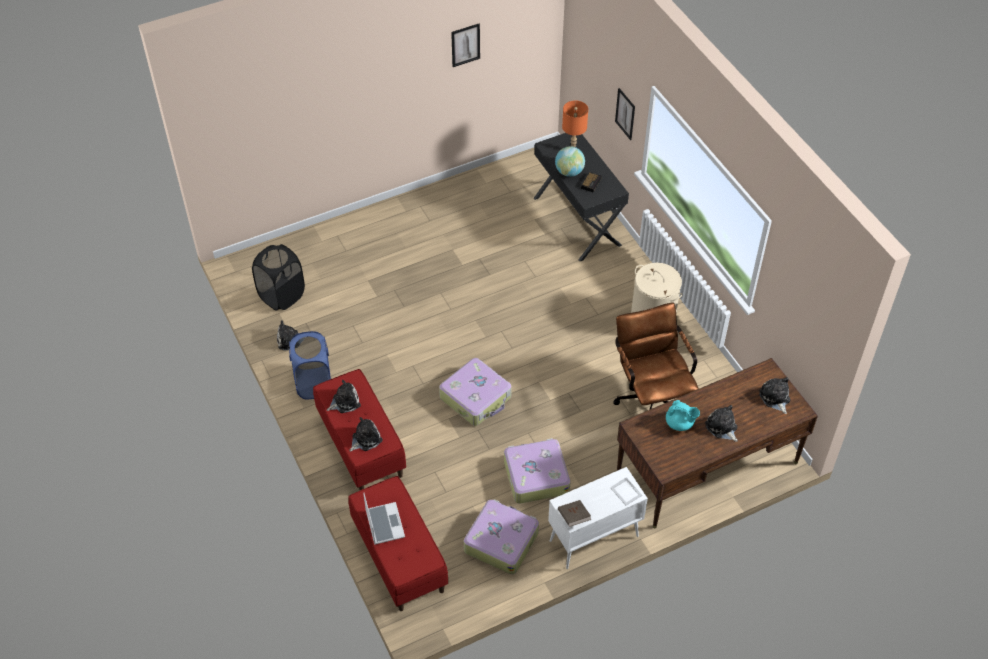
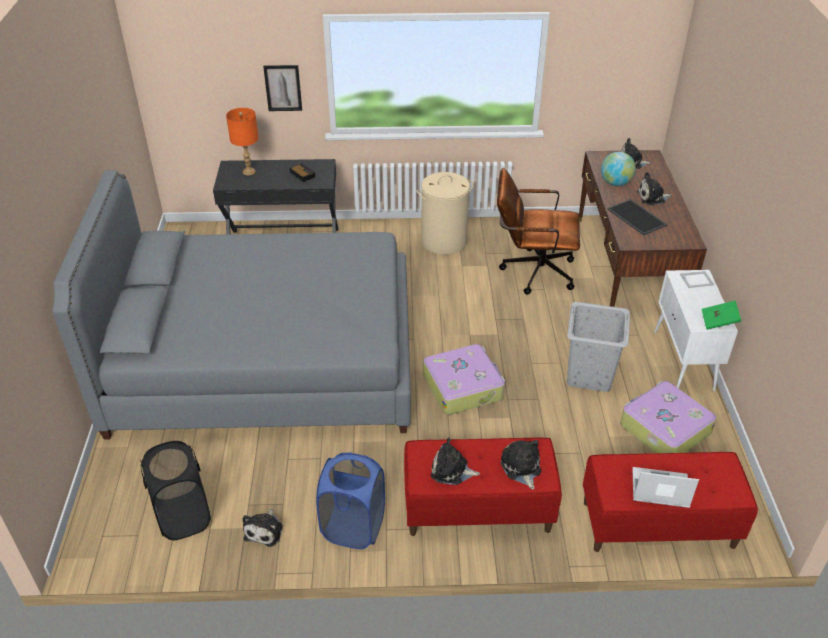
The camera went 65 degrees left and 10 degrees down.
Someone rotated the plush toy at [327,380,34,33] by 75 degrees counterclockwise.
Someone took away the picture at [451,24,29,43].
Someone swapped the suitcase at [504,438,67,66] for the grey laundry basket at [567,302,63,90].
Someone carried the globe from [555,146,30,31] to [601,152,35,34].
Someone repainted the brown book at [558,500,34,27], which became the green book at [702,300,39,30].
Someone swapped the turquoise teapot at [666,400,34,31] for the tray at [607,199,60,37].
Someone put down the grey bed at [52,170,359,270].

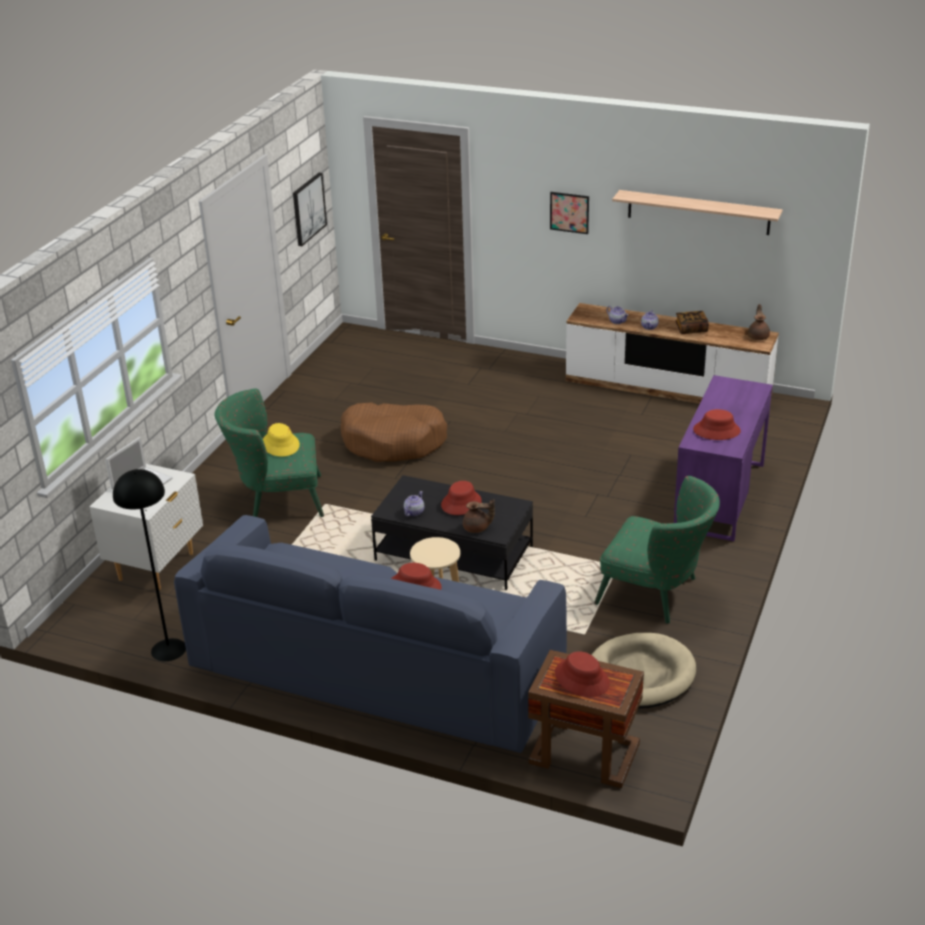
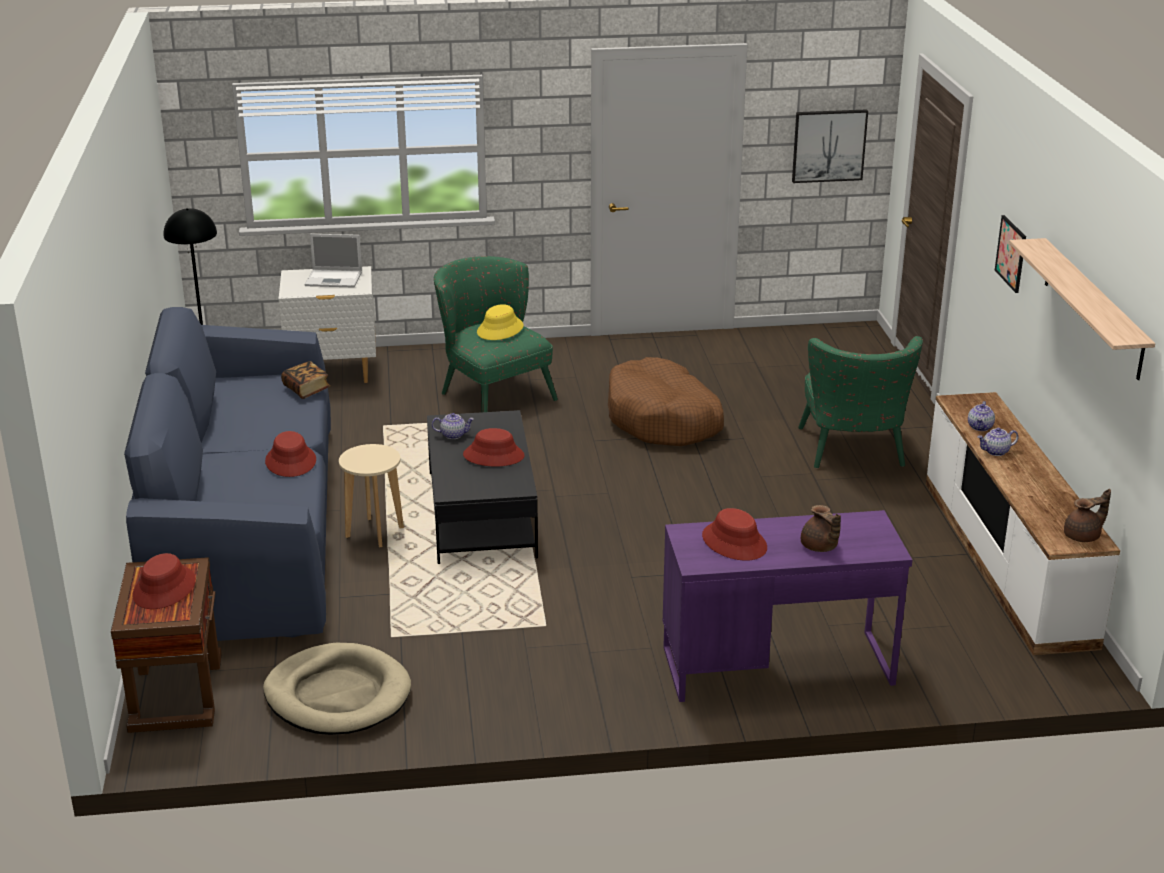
The camera went 60 degrees right and 5 degrees down.
Someone carried the brown teapot from [463,499,32,34] to [801,505,40,47].
Someone carried the green armchair from [594,475,126,149] to [798,336,125,132].
Someone carried the book from [676,311,33,23] to [281,361,49,38].

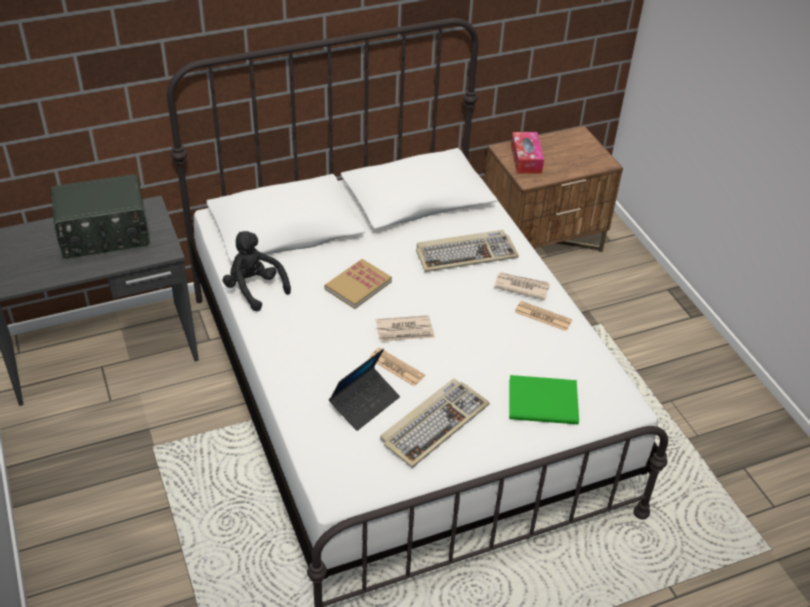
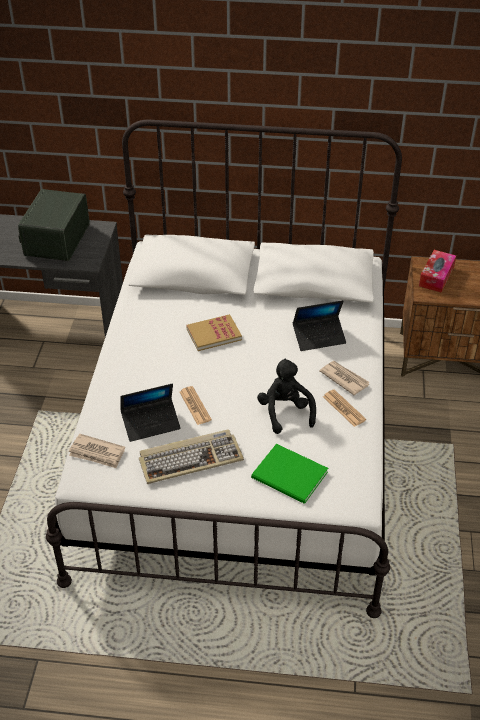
The camera went 30 degrees right and 0 degrees up.
Someone rotated the radio at [51,175,99,85] by 90 degrees clockwise.
Someone carried the black plush toy from [223,231,68,80] to [257,359,59,75].
Someone carried the newspaper from [376,315,59,27] to [69,434,56,34].
Someone swapped the keyboard at [416,230,103,42] for the laptop at [293,300,53,51].

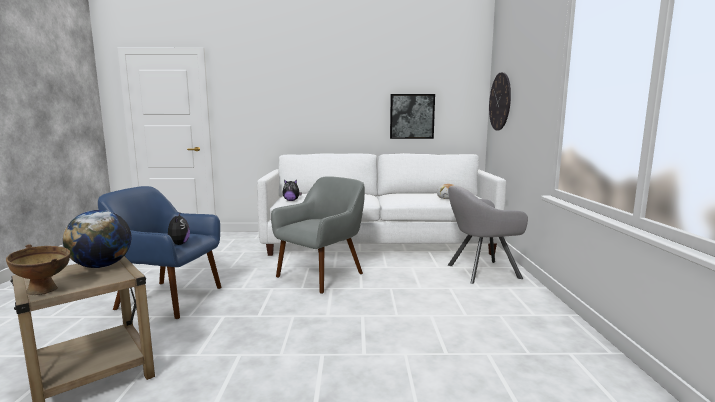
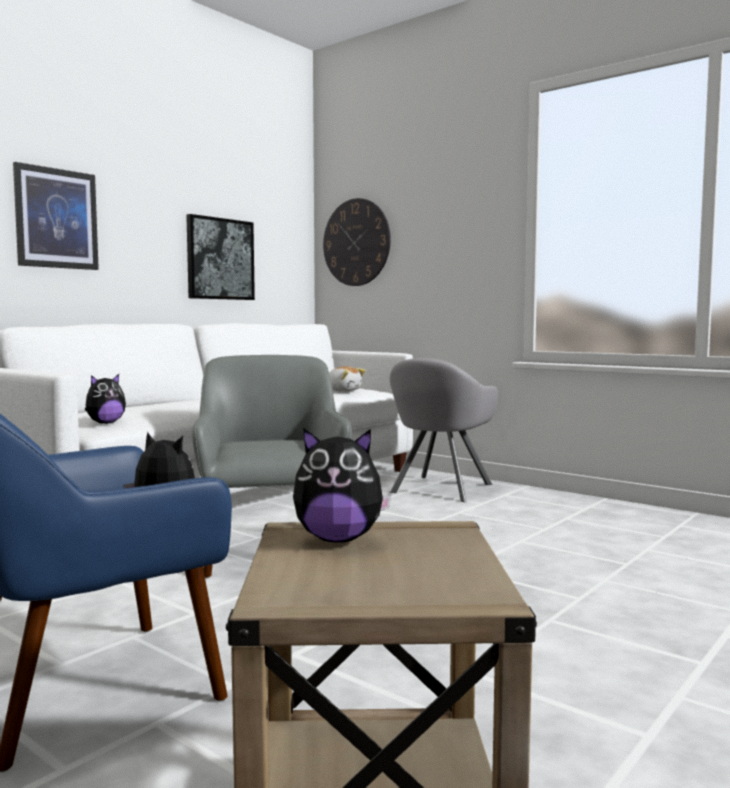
The camera went 50 degrees left and 5 degrees down.
Someone took away the brown bowl at [6,244,64,51].
Someone swapped the globe at [63,210,69,58] for the plush toy at [293,428,98,114].
Someone put up the picture at [13,162,86,108].

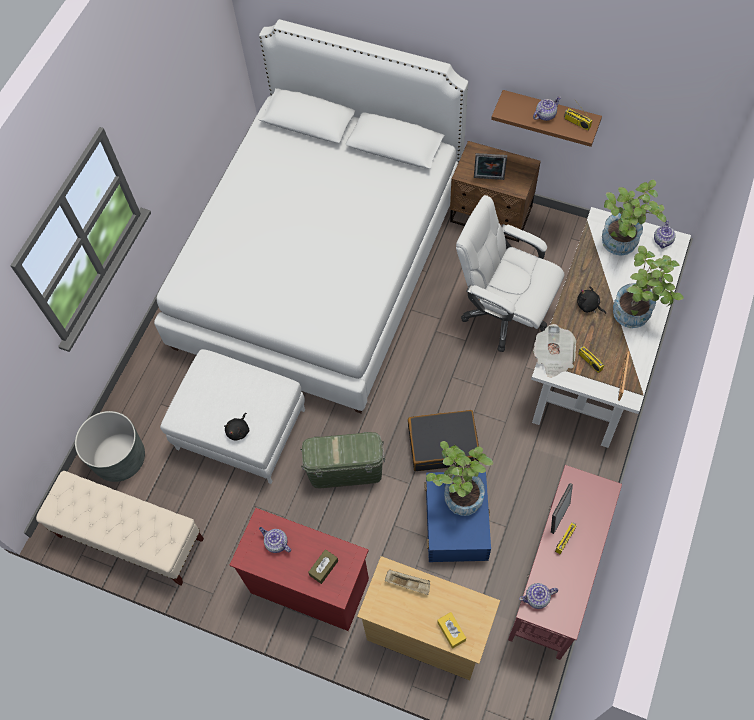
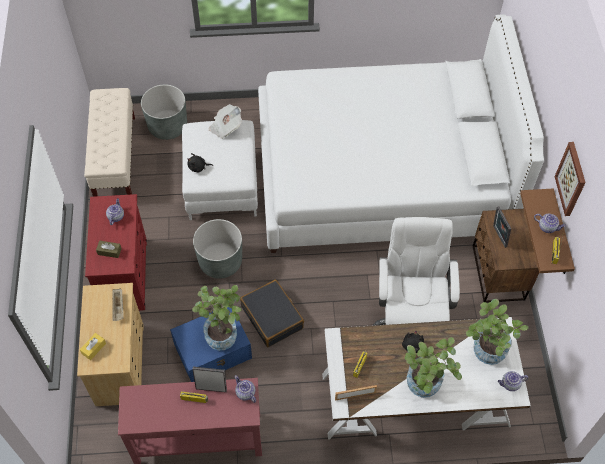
The camera went 60 degrees right and 5 degrees down.
Someone swapped the green storage box at [300,432,85,56] for the grey planter at [193,219,49,60].
Someone carried the teapot from [519,583,39,26] to [235,375,21,28].
Someone carried the newspaper from [533,324,43,54] to [209,104,33,35].
Someone put up the picture at [555,142,31,74].

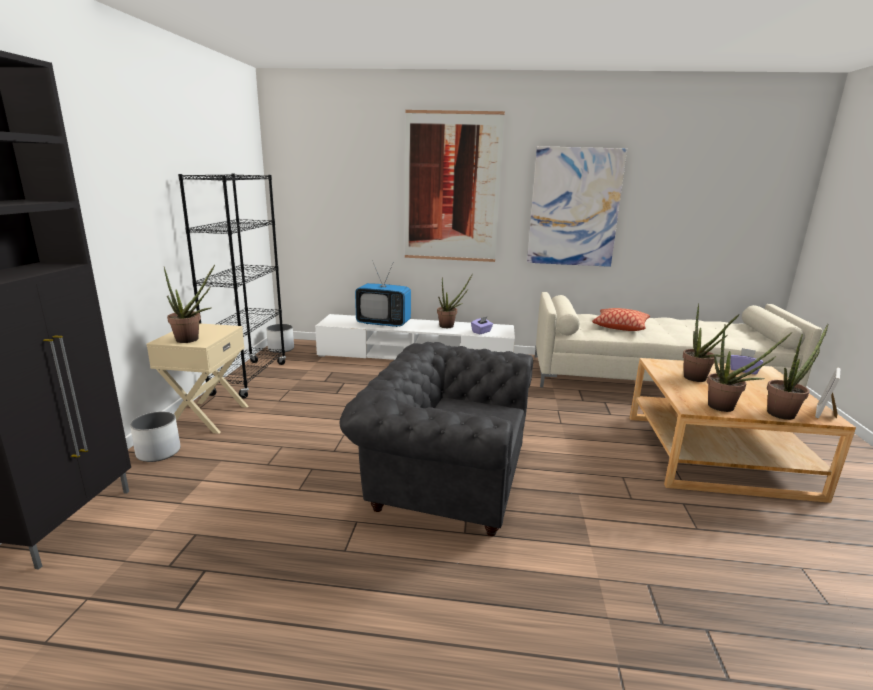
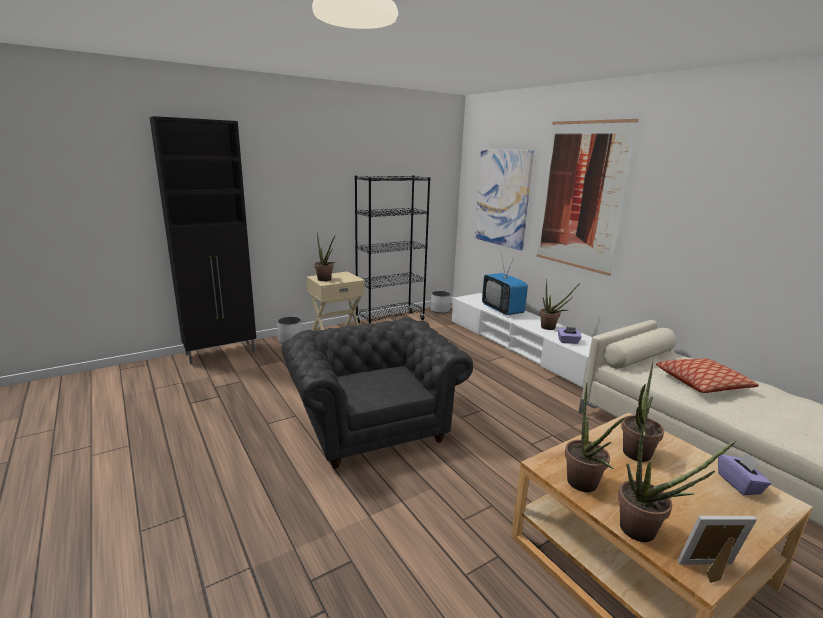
The camera went 50 degrees right and 0 degrees up.
Someone carried the picture from [527,146,100,121] to [474,149,60,101].

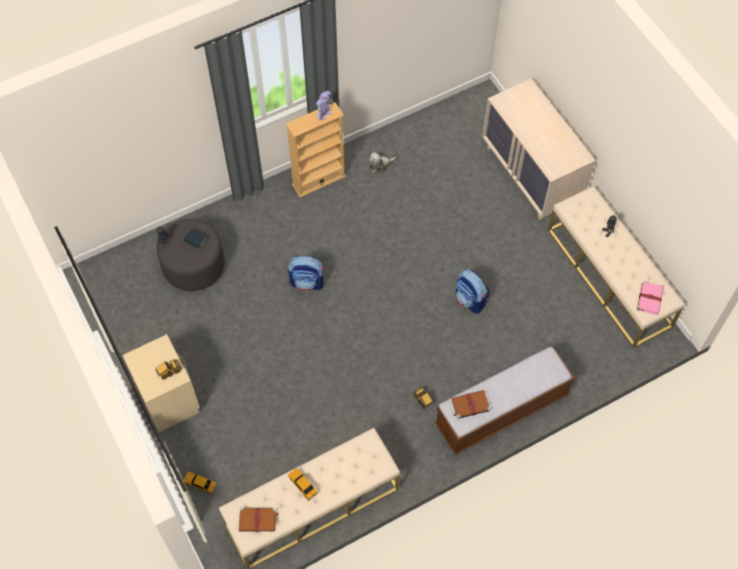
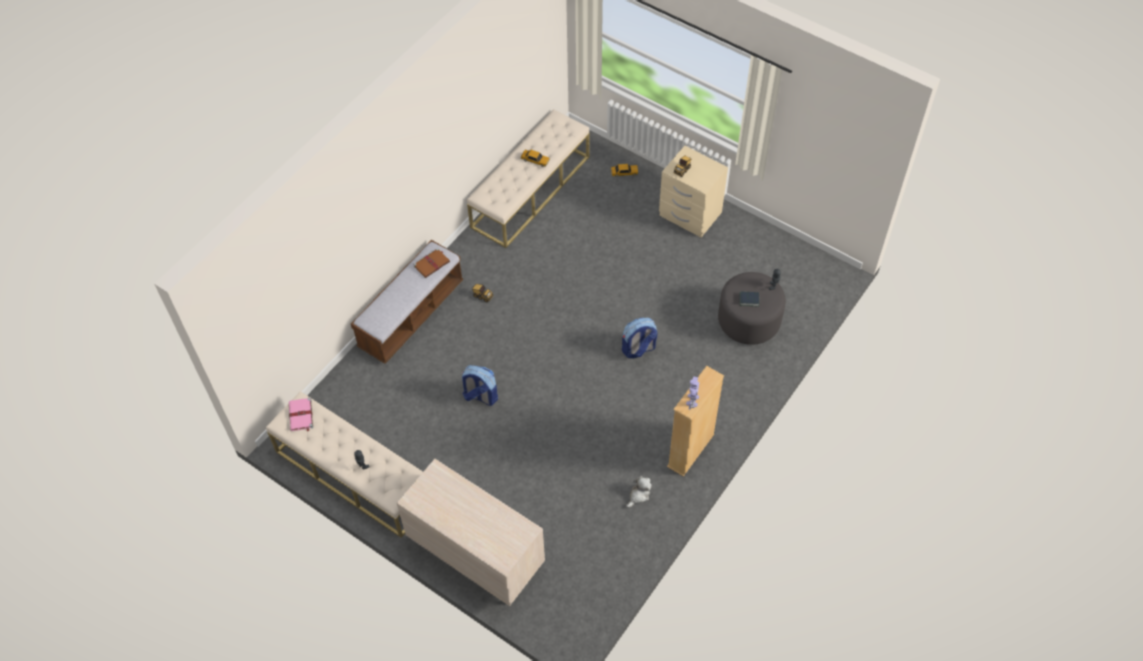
The camera went 155 degrees right and 5 degrees down.
Someone took away the brown book at [239,507,40,25].

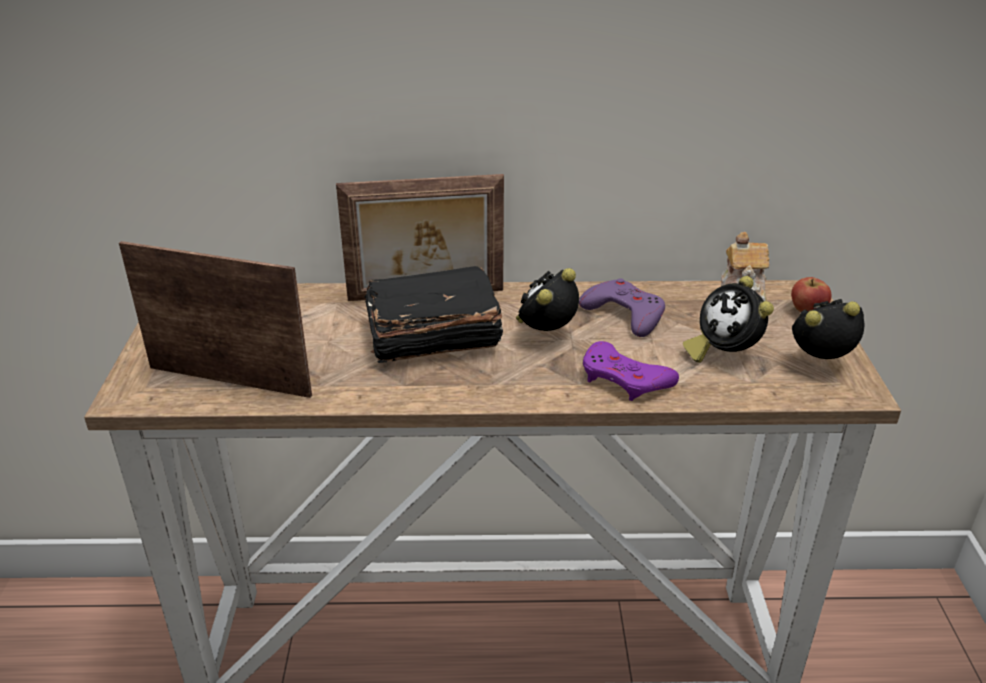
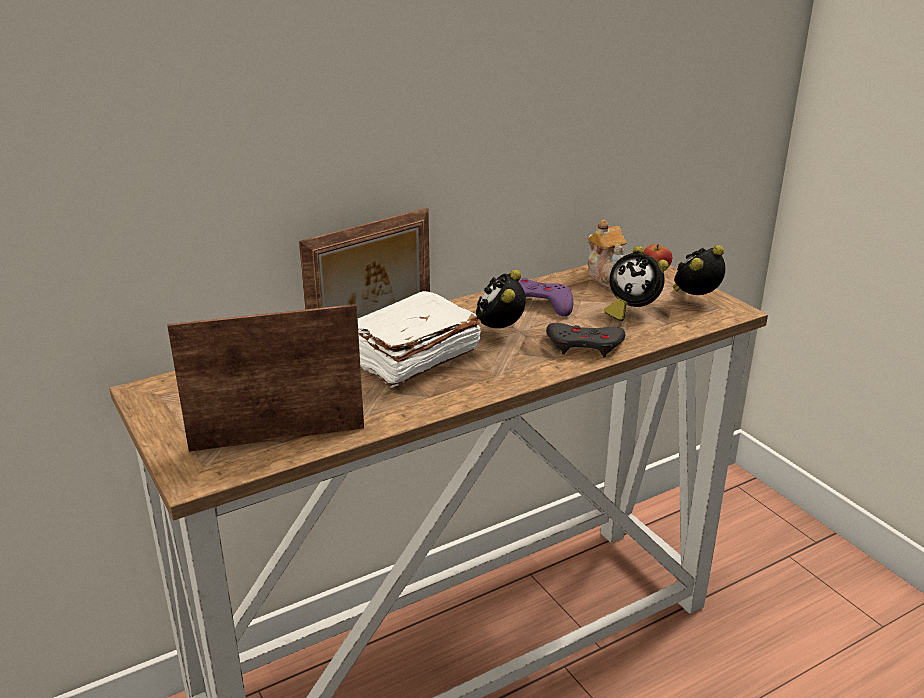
The camera went 30 degrees left and 5 degrees down.
Someone repainted the black book at [364,266,139,97], which became the white book at [358,291,123,97].
Someone repainted the purple game controller at [583,341,96,60], which became the grey game controller at [546,323,79,34].

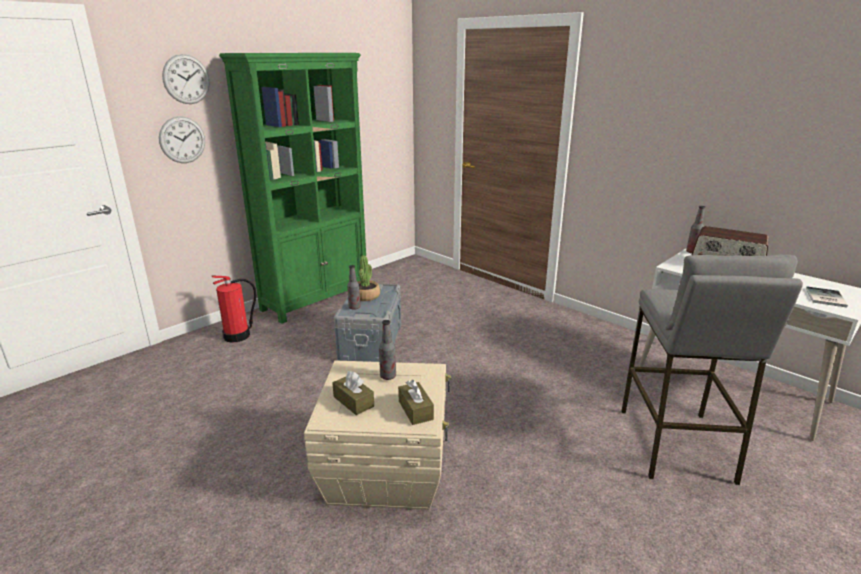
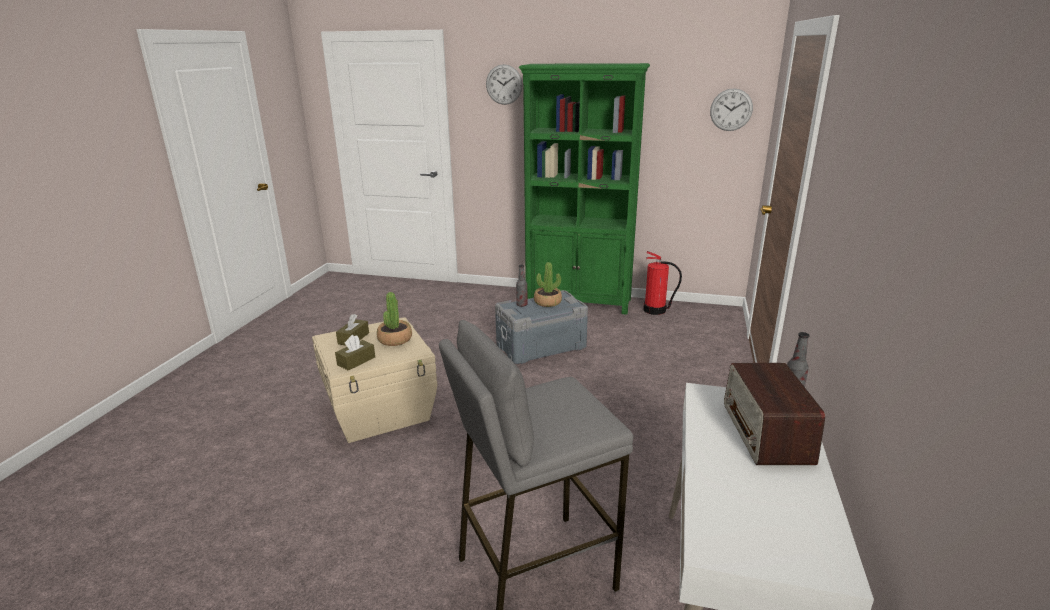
The camera went 60 degrees right and 0 degrees up.
Someone carried the wall clock from [159,116,46,47] to [710,88,43,43].
Someone carried the fire extinguisher from [211,275,45,68] to [643,251,39,64].
Someone swapped the bottle at [379,320,17,60] for the potted plant at [377,292,35,54].
Someone took away the book at [806,286,42,21].

